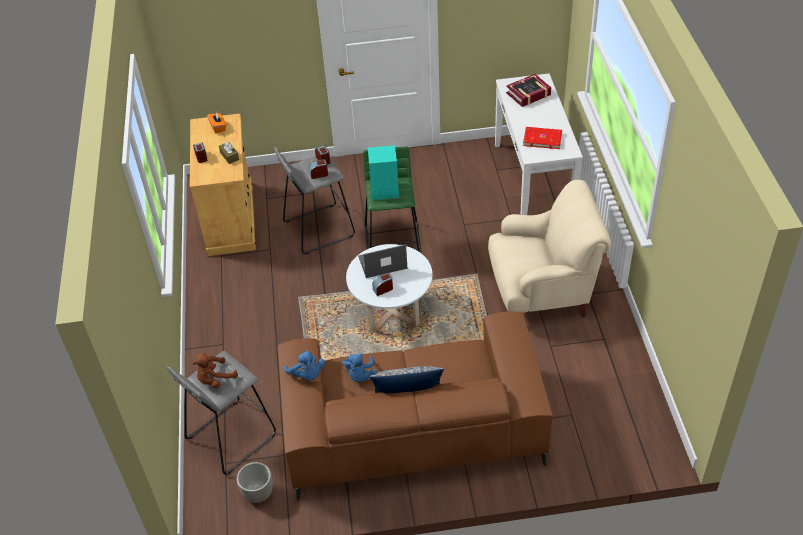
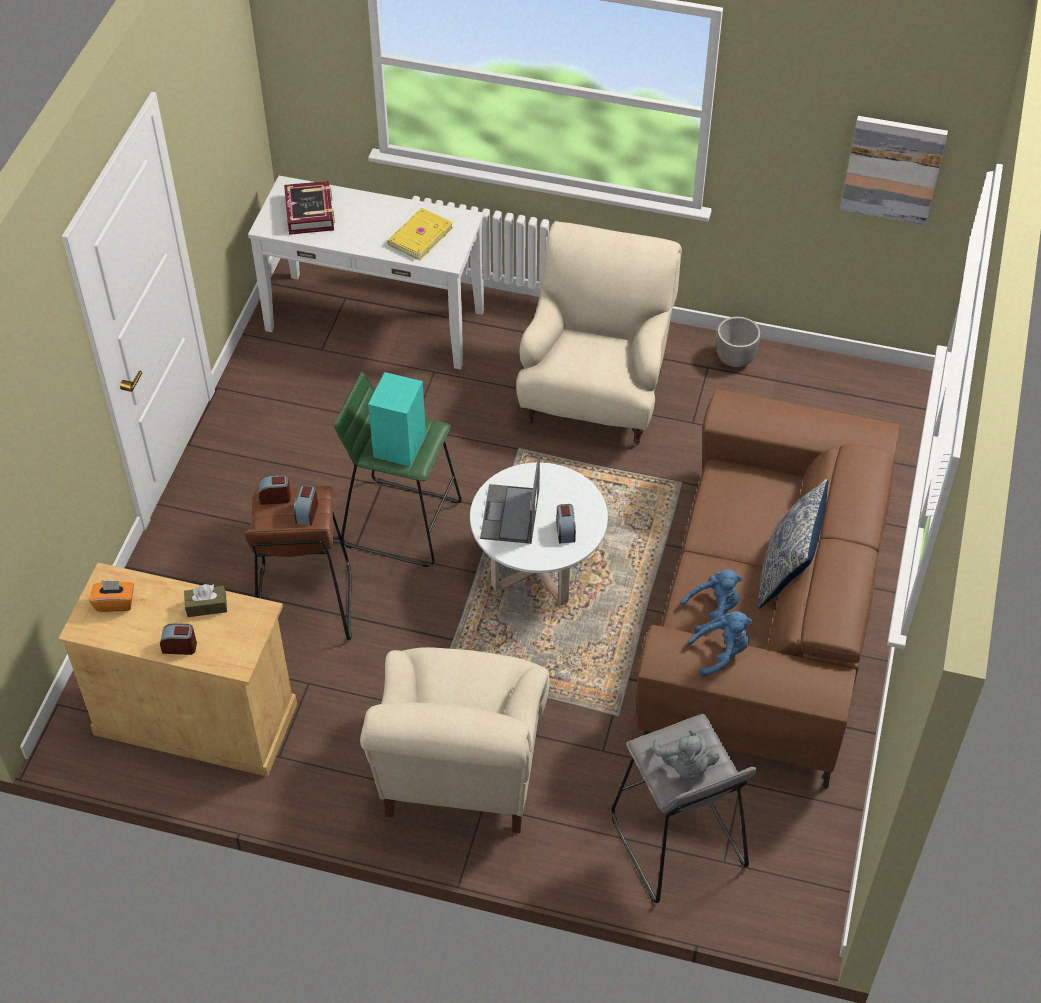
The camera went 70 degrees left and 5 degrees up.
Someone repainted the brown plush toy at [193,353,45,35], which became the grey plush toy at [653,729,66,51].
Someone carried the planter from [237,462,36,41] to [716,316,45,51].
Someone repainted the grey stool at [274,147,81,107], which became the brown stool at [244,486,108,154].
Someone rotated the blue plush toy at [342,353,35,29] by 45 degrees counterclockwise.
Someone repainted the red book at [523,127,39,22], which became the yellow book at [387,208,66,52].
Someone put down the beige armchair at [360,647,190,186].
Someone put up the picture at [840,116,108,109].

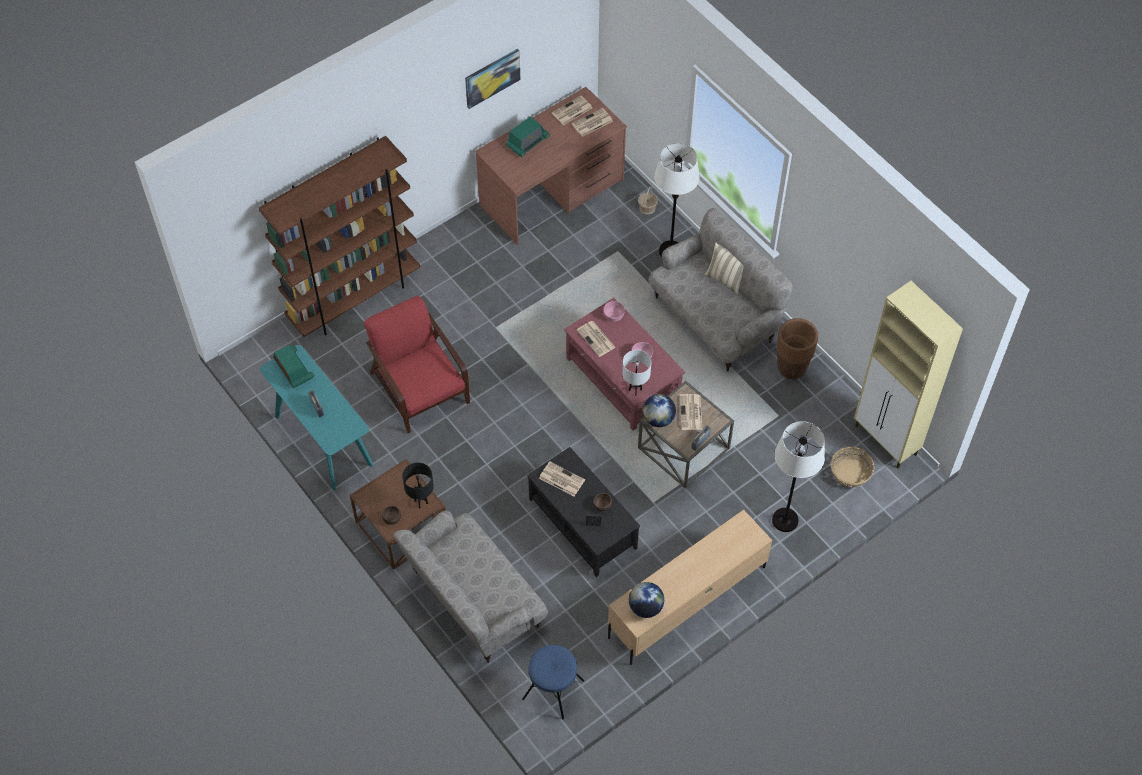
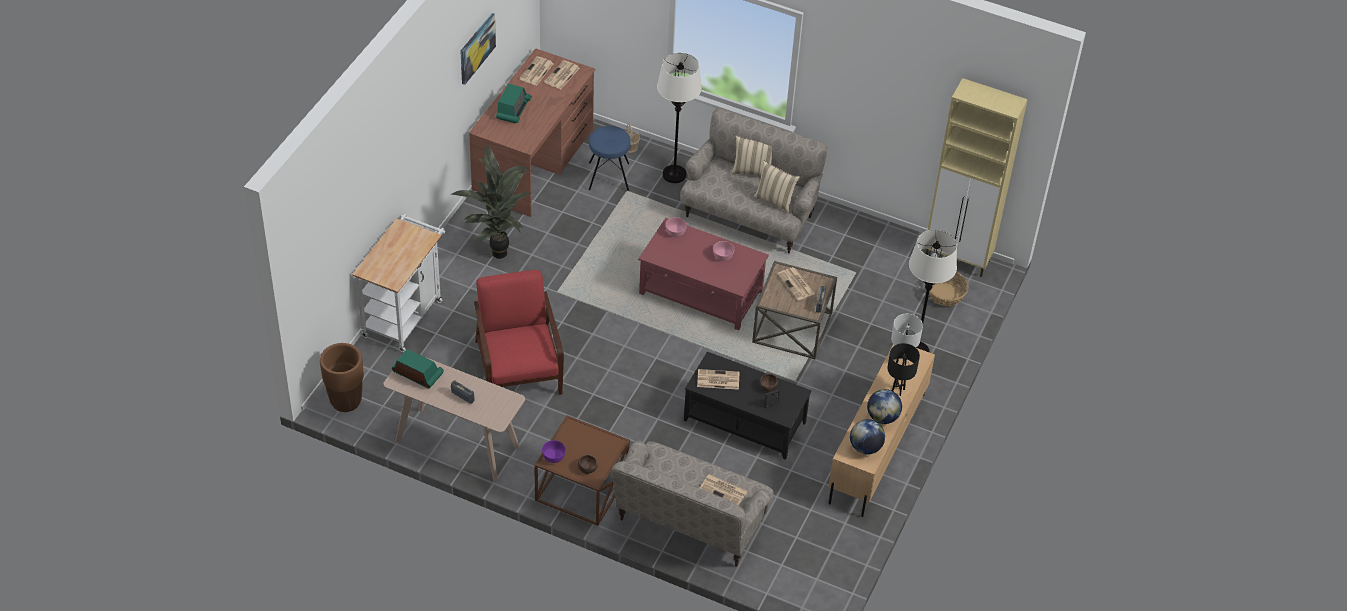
The camera went 30 degrees left and 10 degrees down.
Someone swapped the brown bookcase at [258,136,162,201] for the white cart at [352,214,93,138].
Someone repainted the turquoise console table at [260,345,114,146], which became the beige console table at [383,356,142,127].
Someone rotated the red armchair at [364,296,106,137] by 45 degrees clockwise.
Someone carried the black table lamp from [402,463,32,45] to [888,343,32,53].
Someone carried the blue stool from [522,645,62,75] to [589,126,42,65].
Someone carried the newspaper from [577,321,39,36] to [700,474,48,31].
Someone carried the white table lamp from [622,350,29,46] to [891,313,32,52].
Someone carried the globe from [643,394,33,33] to [867,389,35,35].
Someone carried the brown planter from [777,318,41,62] to [320,343,44,69].
Someone put down the potted plant at [450,144,81,115].
Someone put down the purple bowl at [542,440,24,23].
Someone put down the beige pillow at [753,161,47,53].

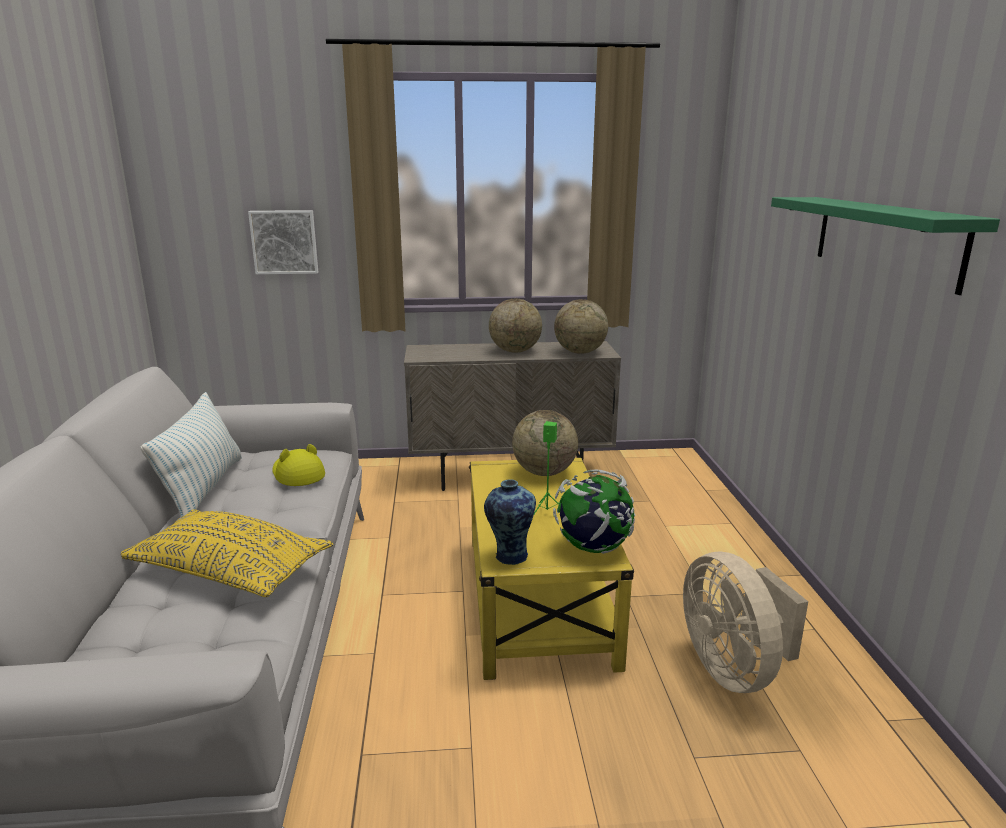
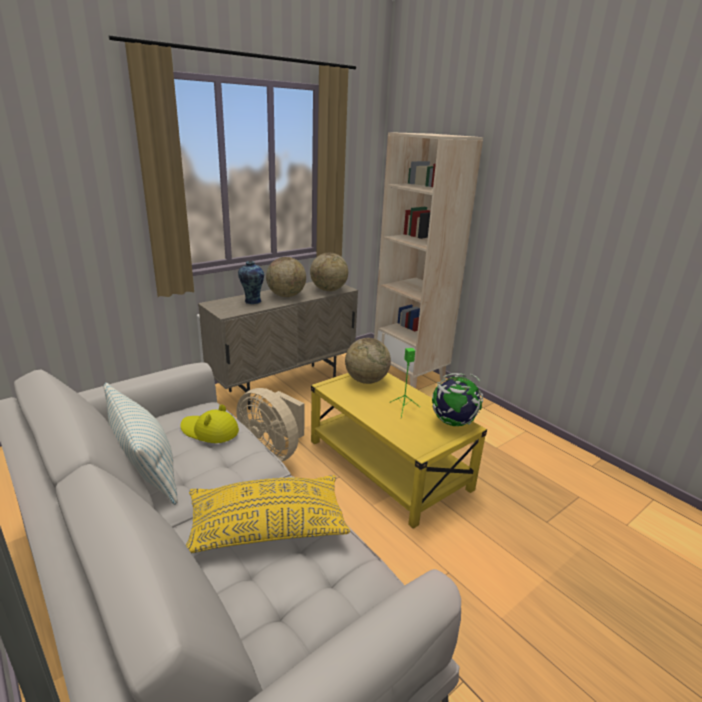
The camera went 35 degrees left and 5 degrees up.
Someone took away the picture at [248,210,70,64].
Someone carried the vase from [484,479,52,86] to [238,261,26,43].
Someone carried the beige fan from [683,552,125,141] to [236,388,68,74].
Someone took away the green shelf at [771,197,229,98].
Someone put down the beige bookcase at [374,132,109,256].

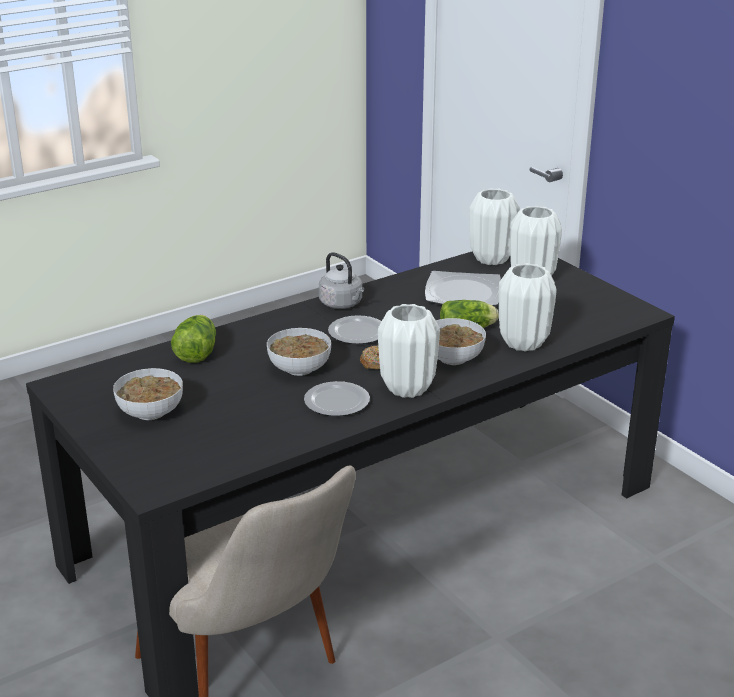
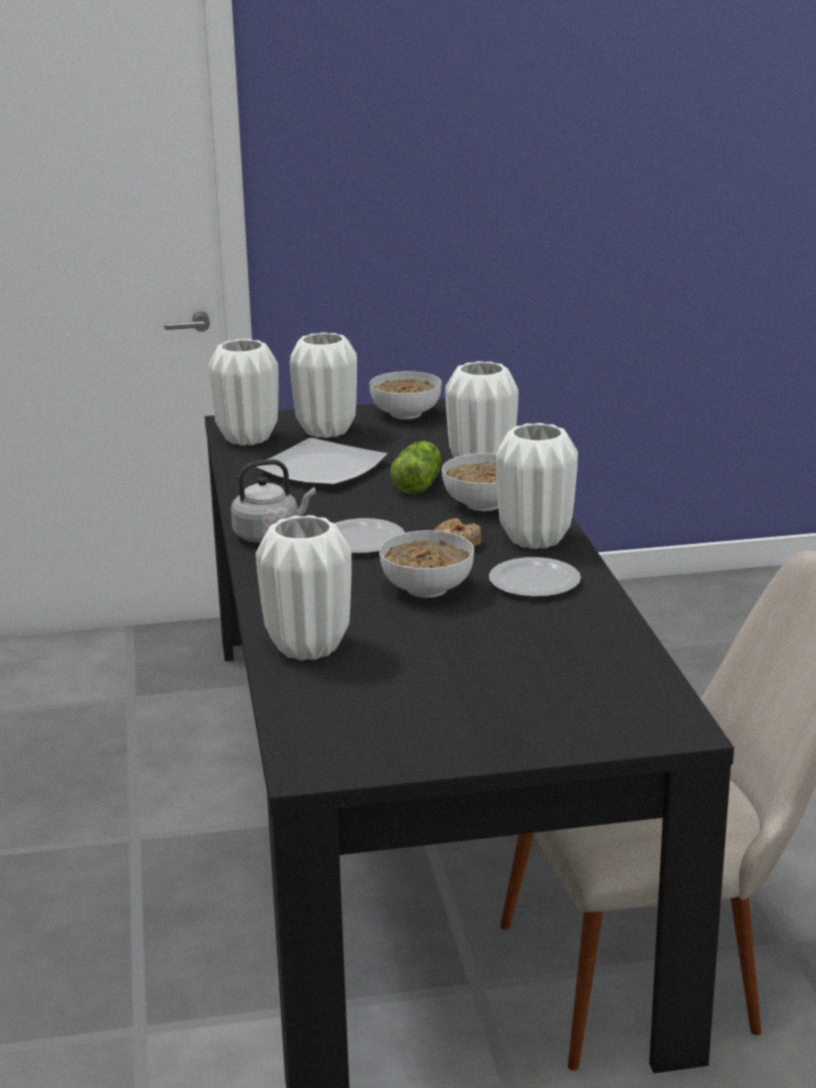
The camera went 65 degrees left and 5 degrees down.
Someone carried the bowl from [113,368,70,52] to [369,371,73,48].
Someone swapped the lettuce at [171,315,45,48] for the white vase at [256,515,96,145].

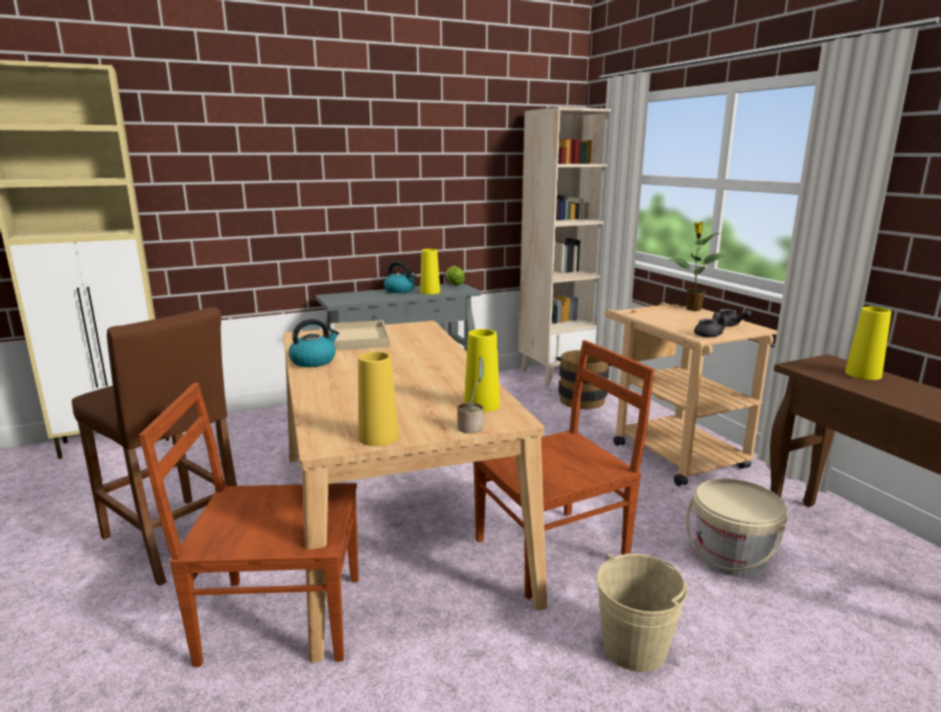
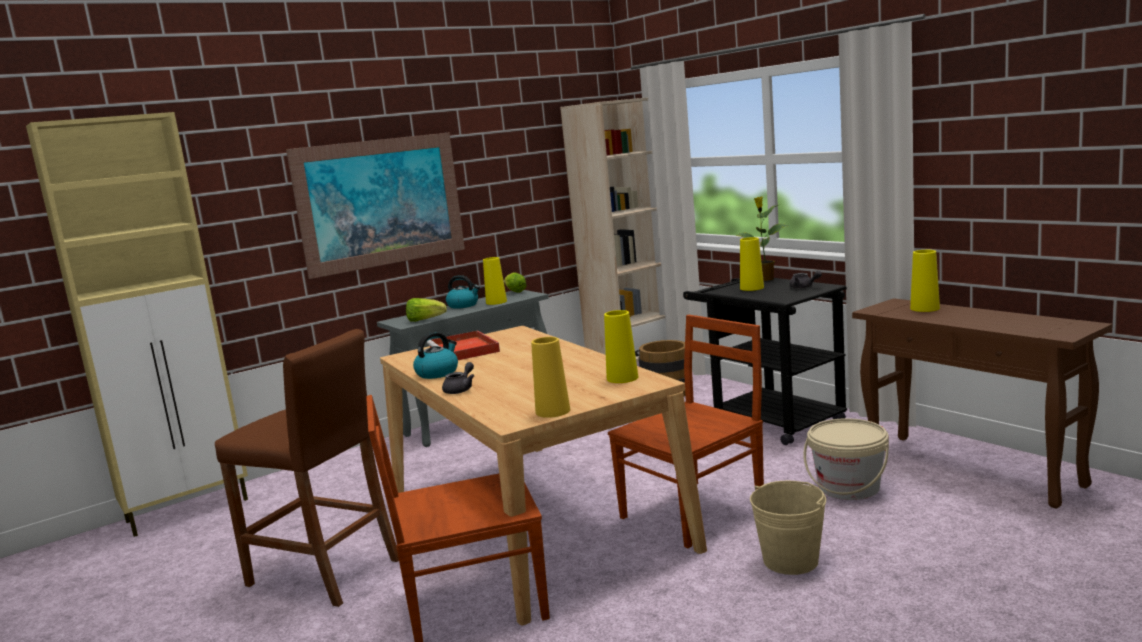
The camera went 10 degrees left and 5 degrees down.
Someone repainted the beige tray at [330,320,60,30], which became the red tray at [427,331,73,29].
Someone took away the potted plant at [457,357,27,76].
Someone repainted the beige cart at [605,303,172,183], which became the black cart at [683,278,164,167].
Someone carried the grey teapot from [694,312,34,26] to [442,362,32,32].
Someone put up the picture at [286,133,179,146].
Someone put down the lettuce at [406,298,41,24].
Someone put down the yellow vase at [740,237,24,54].

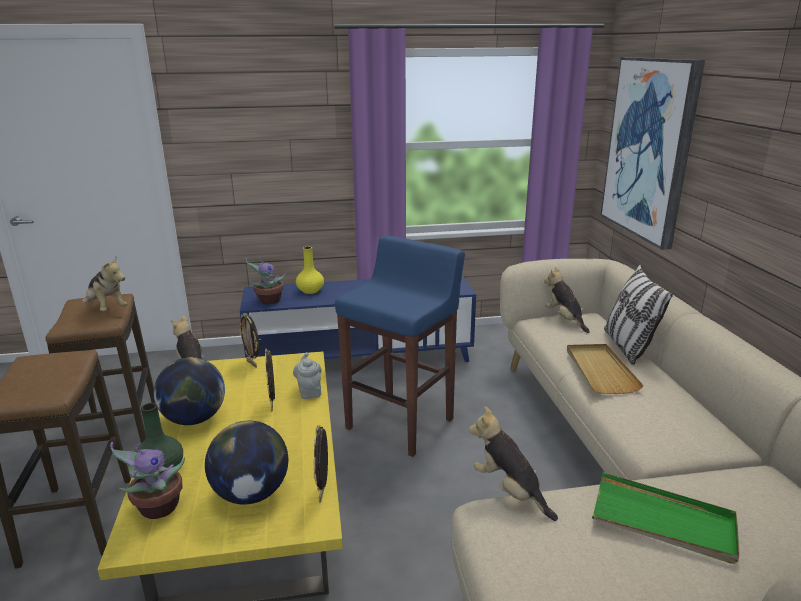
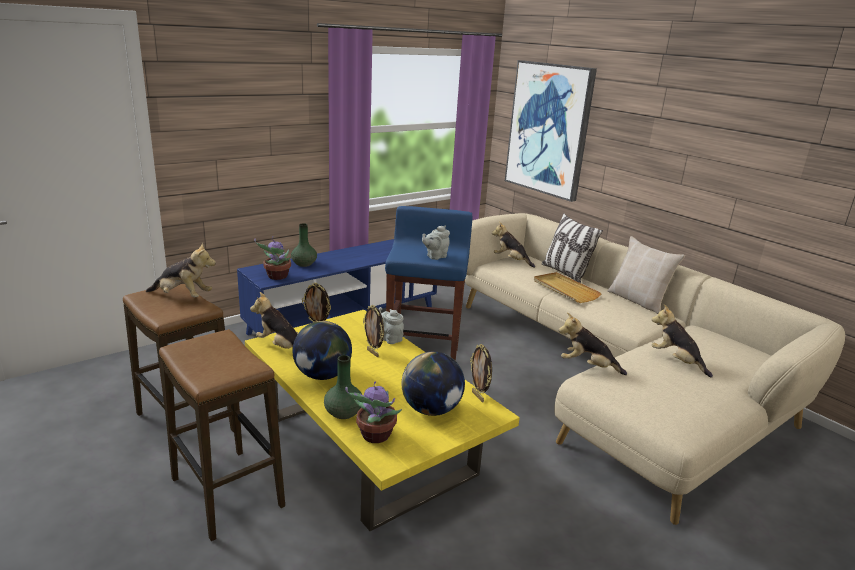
The camera went 30 degrees left and 0 degrees up.
Someone repainted the yellow vase at [296,246,28,48], which became the green vase at [291,223,26,44].
Someone swapped the green tray at [592,472,147,92] for the plush toy at [652,304,61,74].
Someone put down the grey teapot at [422,226,28,34].
Someone put down the beige pillow at [607,236,78,78].

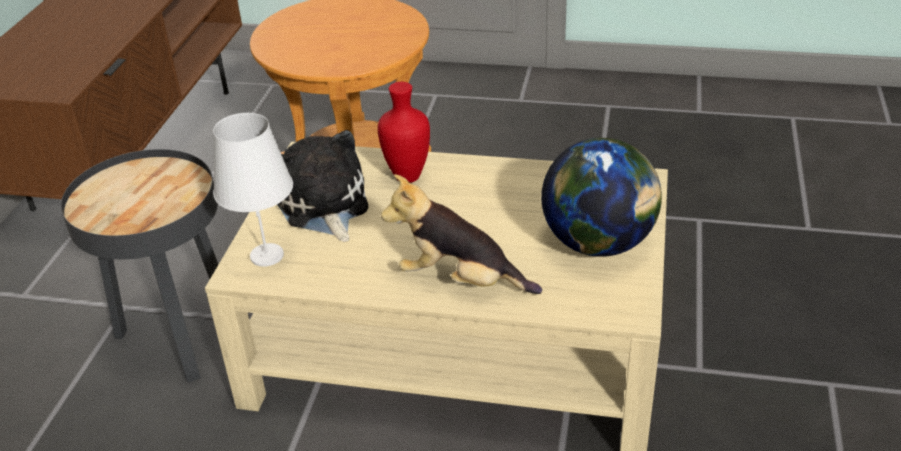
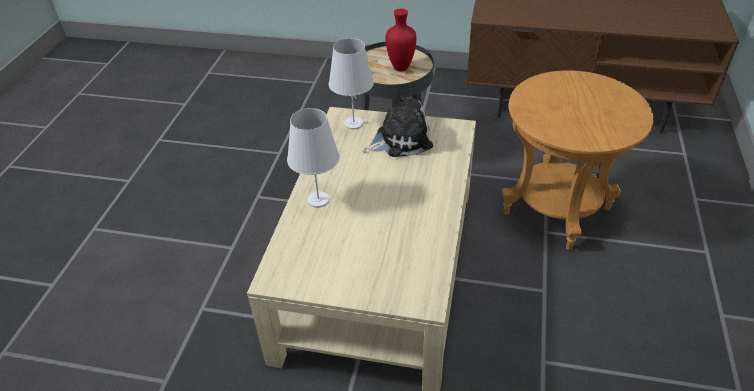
The camera went 90 degrees right and 5 degrees up.
Someone carried the red vase from [378,82,52,101] to [385,9,32,63].
Someone swapped the plush toy at [381,174,161,120] for the white table lamp at [287,108,53,100].
Someone took away the globe at [541,138,121,119].

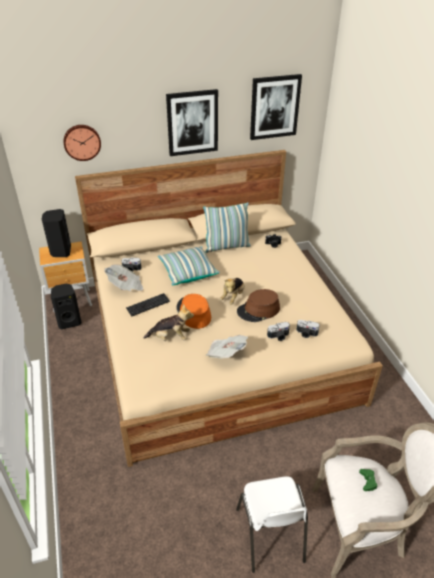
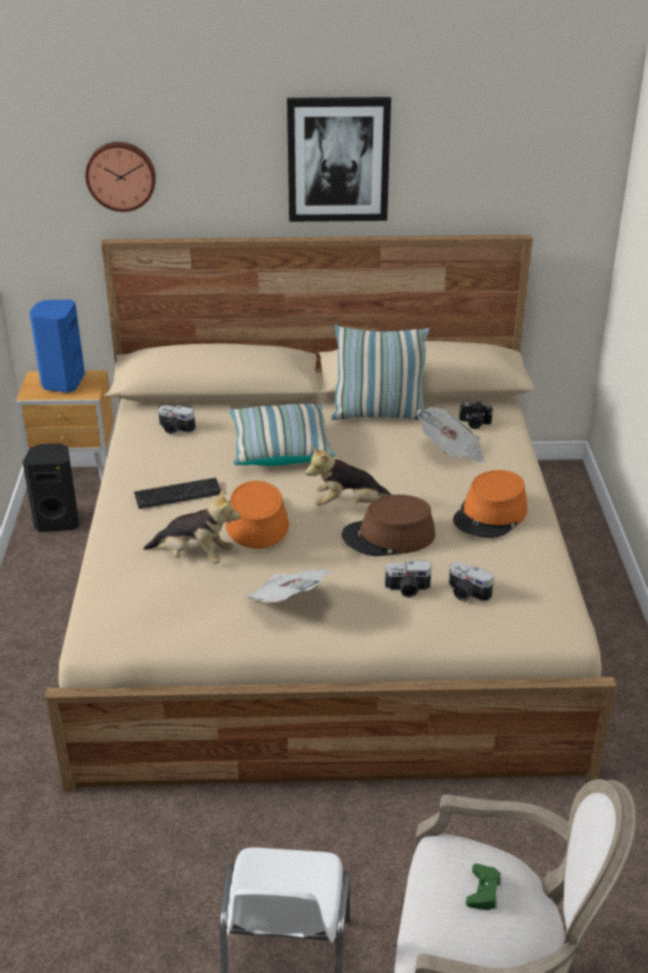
The camera went 15 degrees right and 5 degrees down.
Someone repainted the black speaker at [42,209,29,48], which became the blue speaker at [29,300,56,93].
Someone carried the newspaper from [104,264,40,27] to [417,407,68,56].
Someone rotated the plush toy at [220,278,25,27] by 45 degrees clockwise.
Someone took away the picture at [250,74,52,66].
Someone put down the orange hat at [453,470,74,67].

